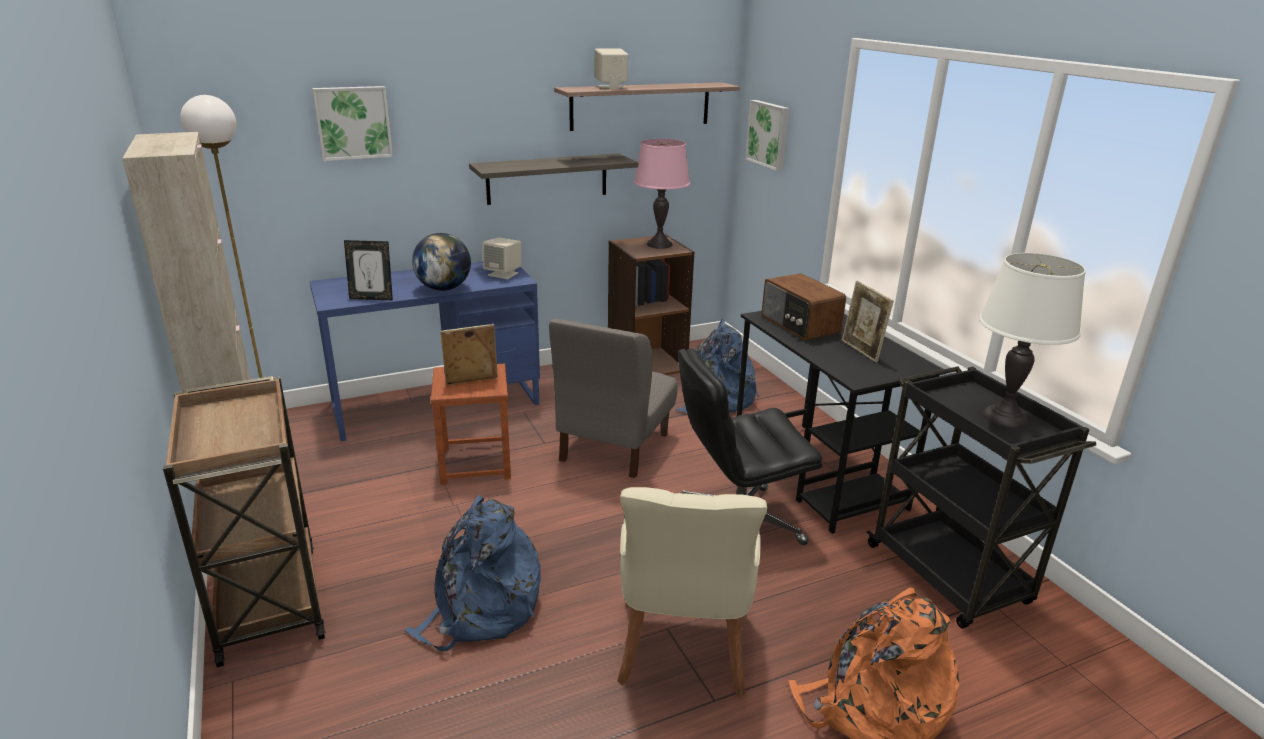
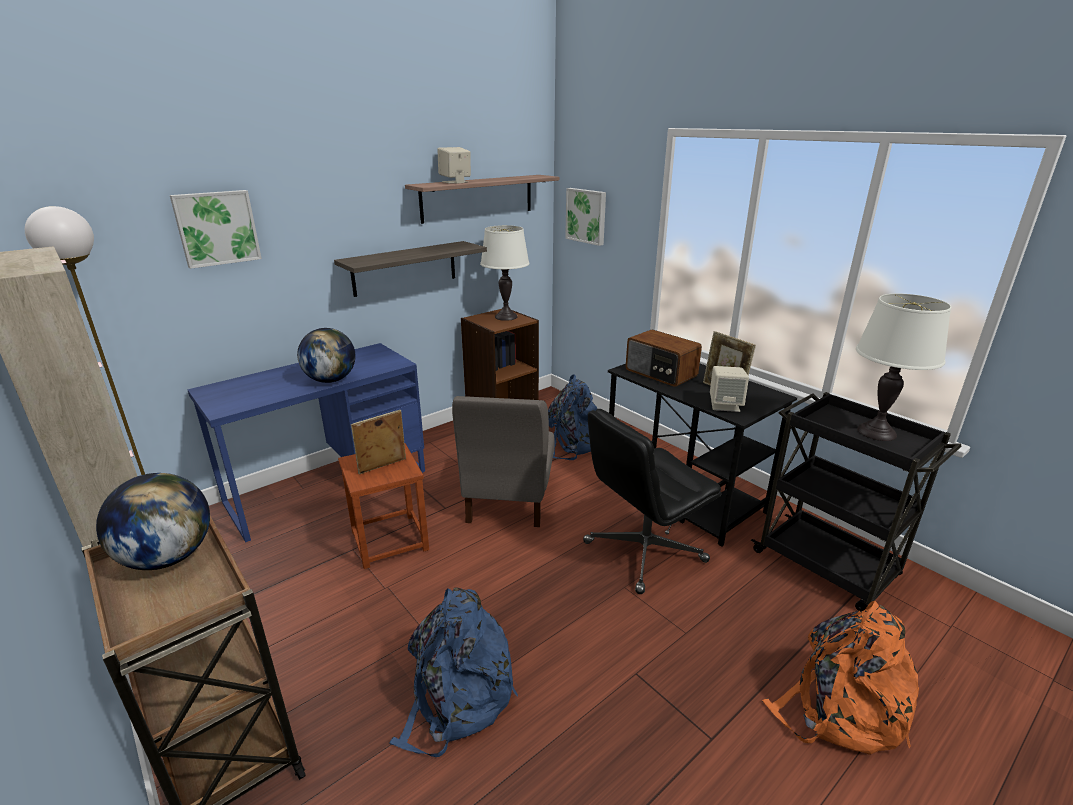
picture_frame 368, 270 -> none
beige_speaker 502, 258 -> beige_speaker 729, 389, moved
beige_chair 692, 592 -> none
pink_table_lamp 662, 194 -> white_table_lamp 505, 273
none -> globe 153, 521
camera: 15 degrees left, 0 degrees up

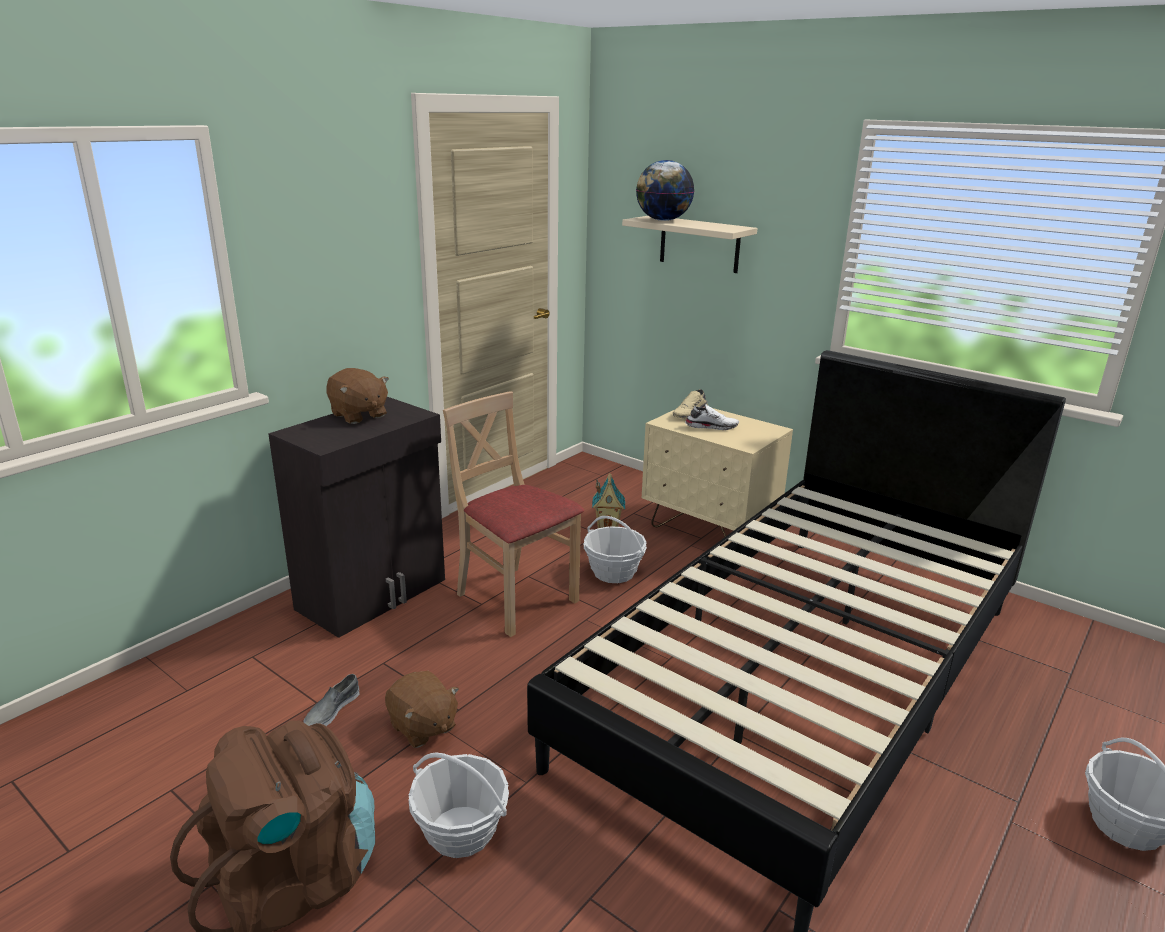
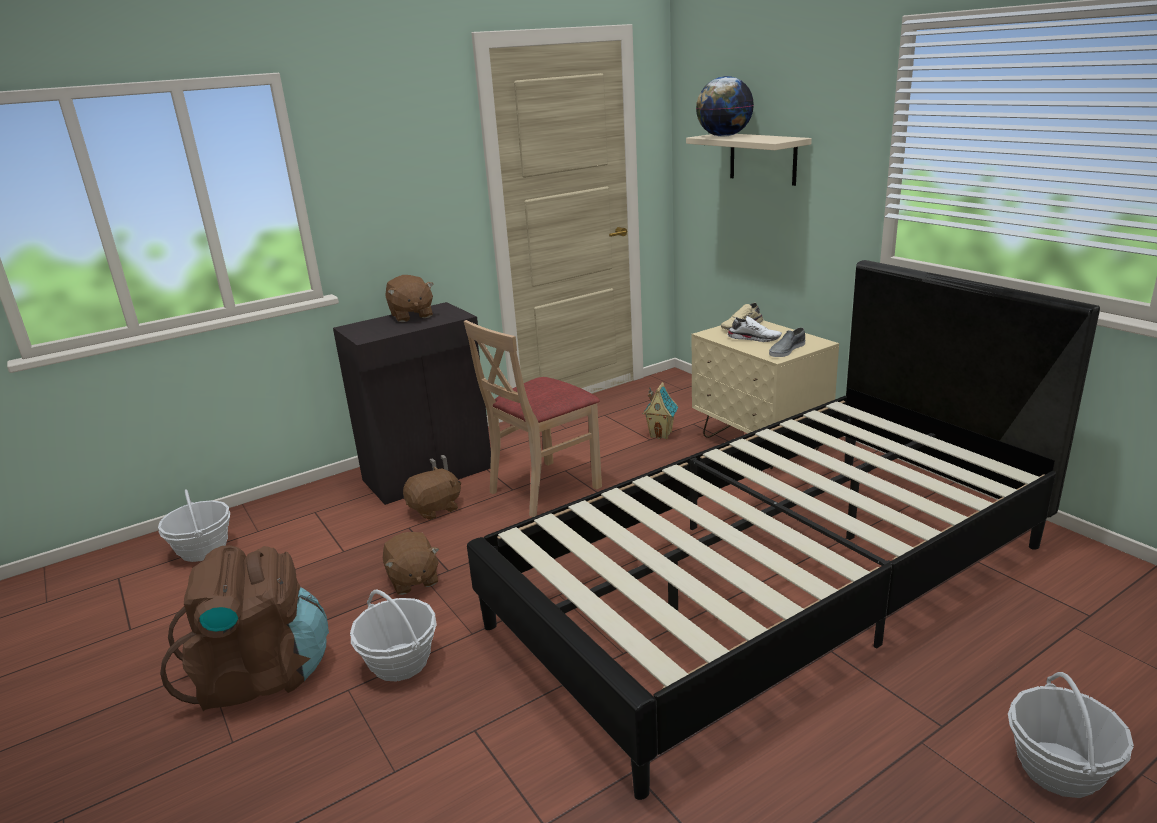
grey_shoe 331, 700 -> grey_shoe 787, 342, moved
beige_chair 513, 514 -> beige_chair 533, 418, 105 degrees counterclockwise
basket 615, 549 -> basket 194, 525, moved
none -> brown_plush_toy 432, 493
camera: 20 degrees right, 0 degrees up

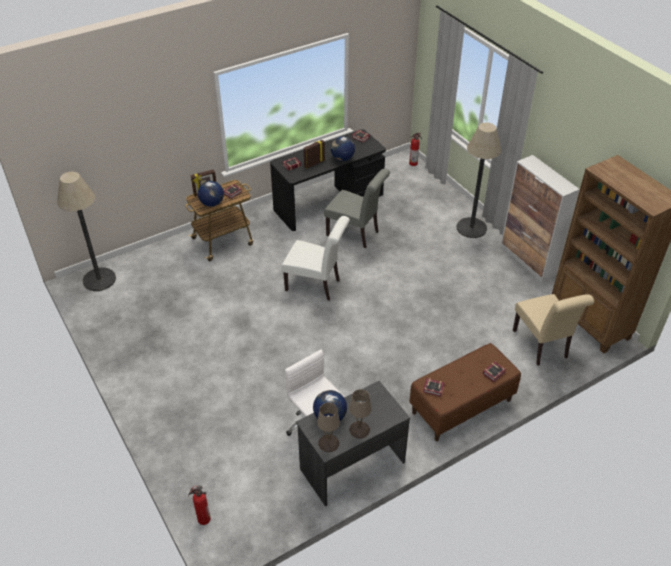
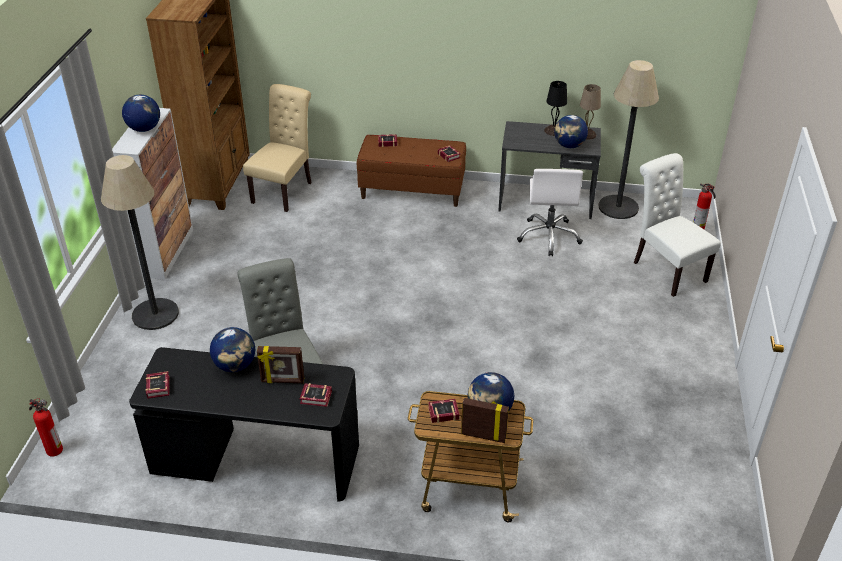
floor_lamp 86, 231 -> floor_lamp 628, 139, moved
white_chair 315, 258 -> white_chair 677, 225, moved
beige_table_lamp 360, 414 -> black_table_lamp 555, 108
none -> globe 141, 113
camera: 140 degrees left, 5 degrees down

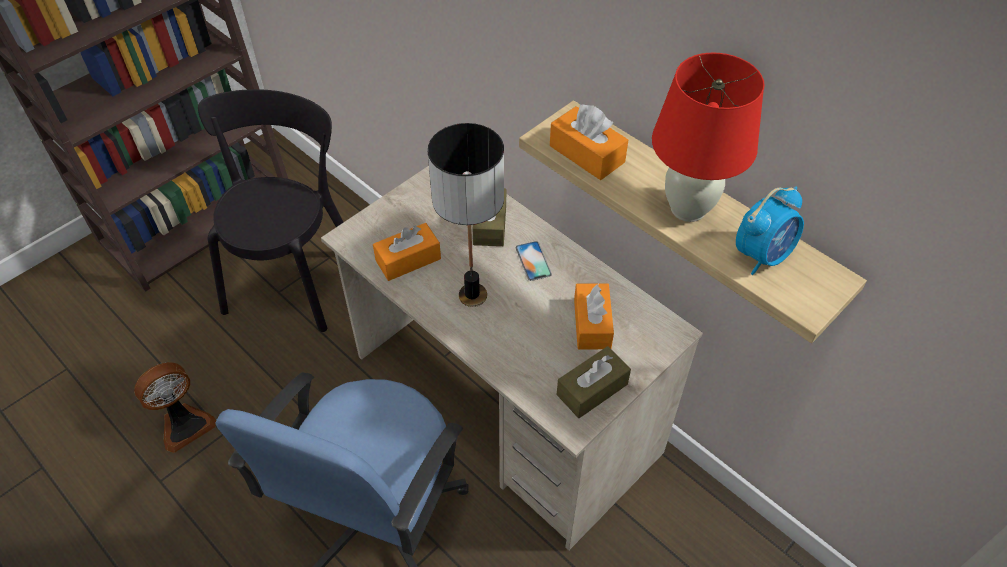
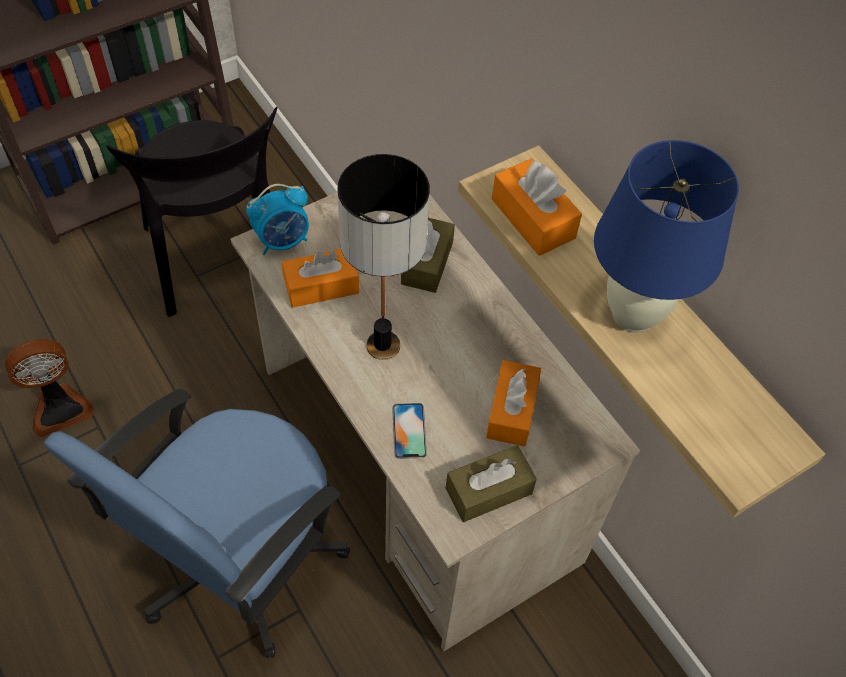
black_chair 270, 210 -> black_chair 191, 212, 135 degrees clockwise
phone 534, 261 -> phone 409, 431, moved
red_table_lamp 708, 137 -> blue_table_lamp 666, 236
alarm_clock 770, 230 -> alarm_clock 277, 219, moved
camera: 10 degrees right, 5 degrees up

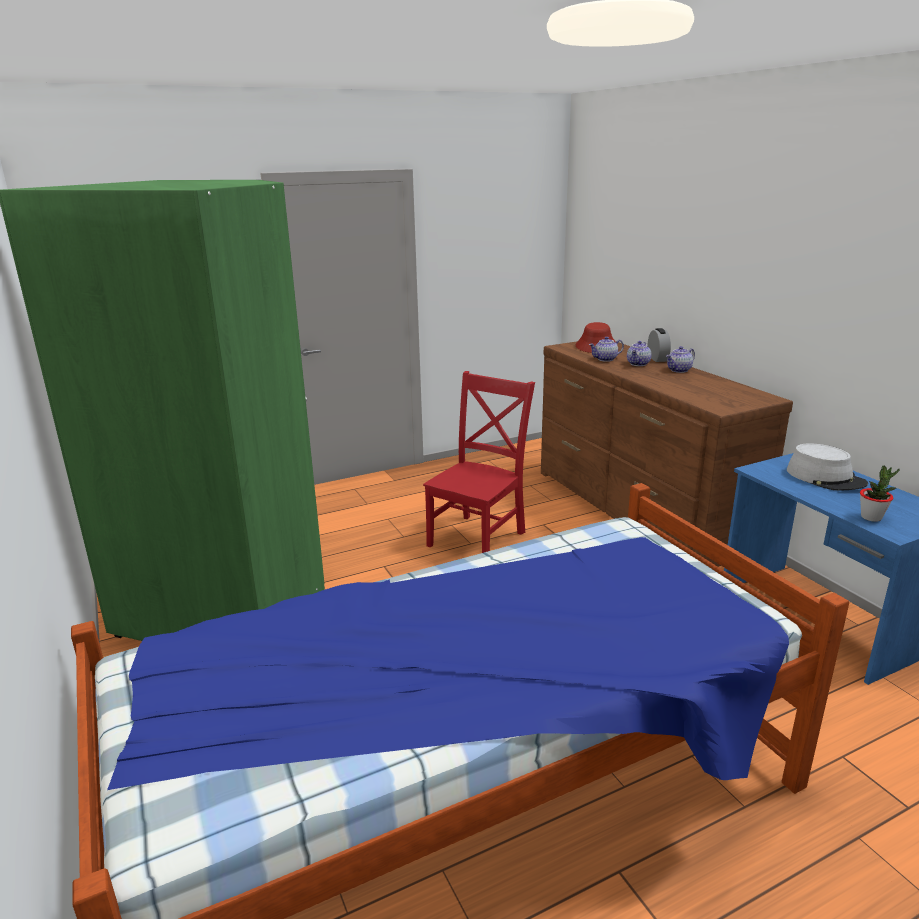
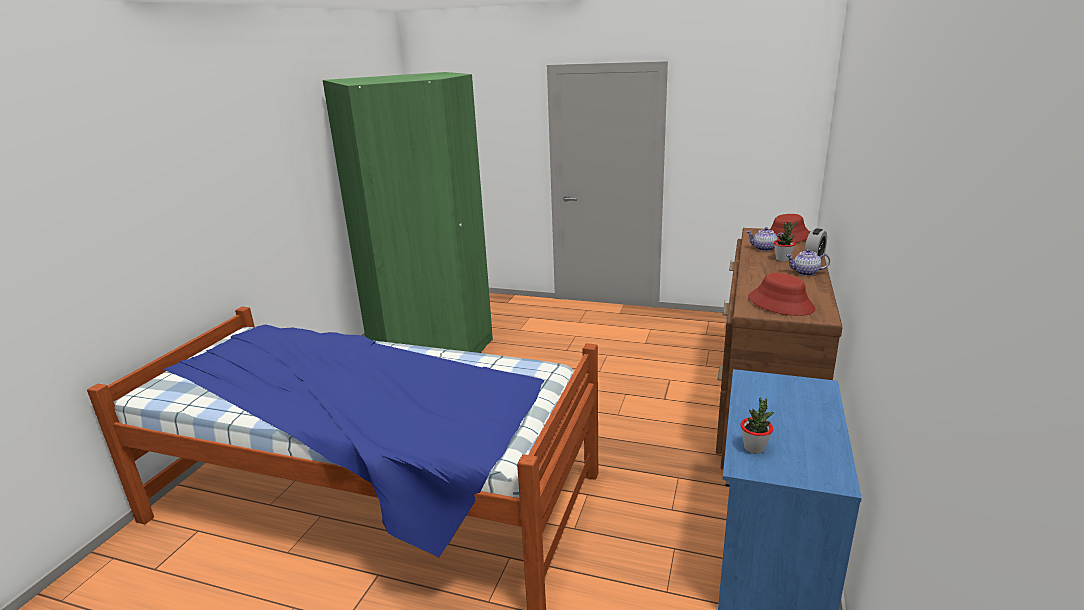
red_chair 479, 462 -> none
teapot 639, 353 -> potted_plant 785, 241
grey_hat 827, 467 -> none
none -> red_hat 781, 294
camera: 45 degrees right, 0 degrees up

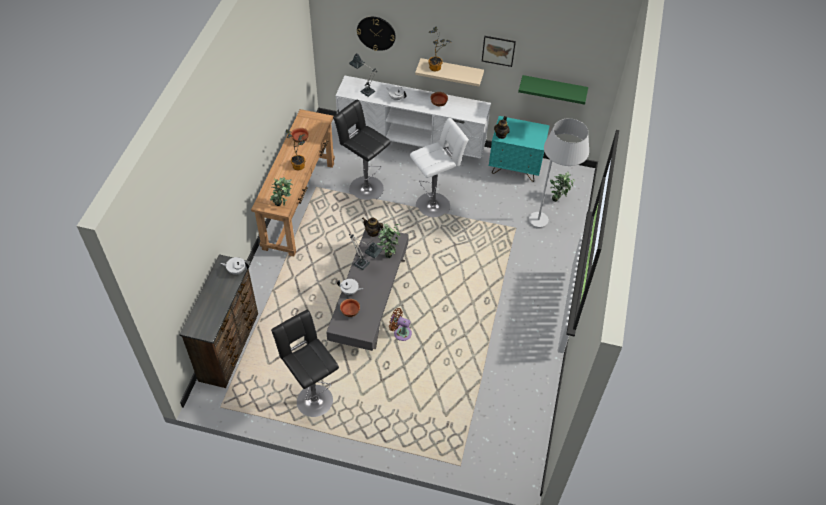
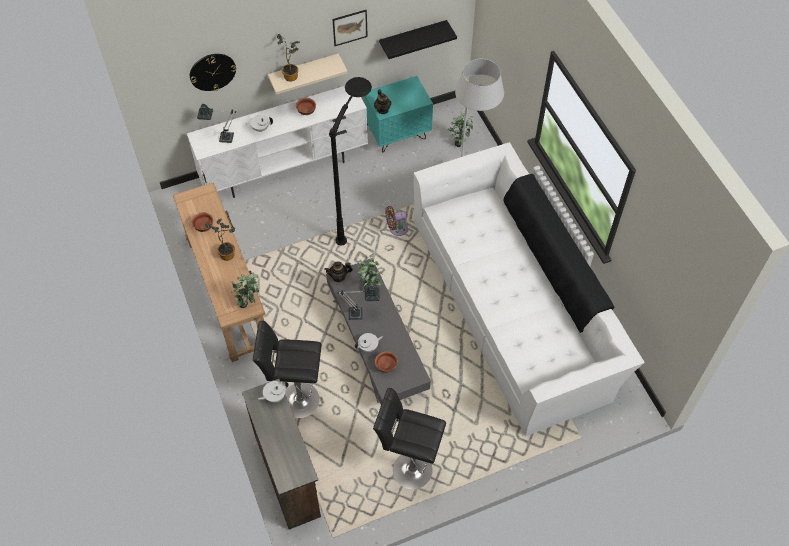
black_stool 362, 150 -> black_stool 287, 369, moved
brown_fan 400, 324 -> brown_fan 396, 221, moved
white_stool 439, 167 -> black_floor_lamp 350, 161
green_shelf 553, 90 -> black_shelf 418, 39
none -> white_sofa 529, 289
camera: 35 degrees left, 5 degrees up

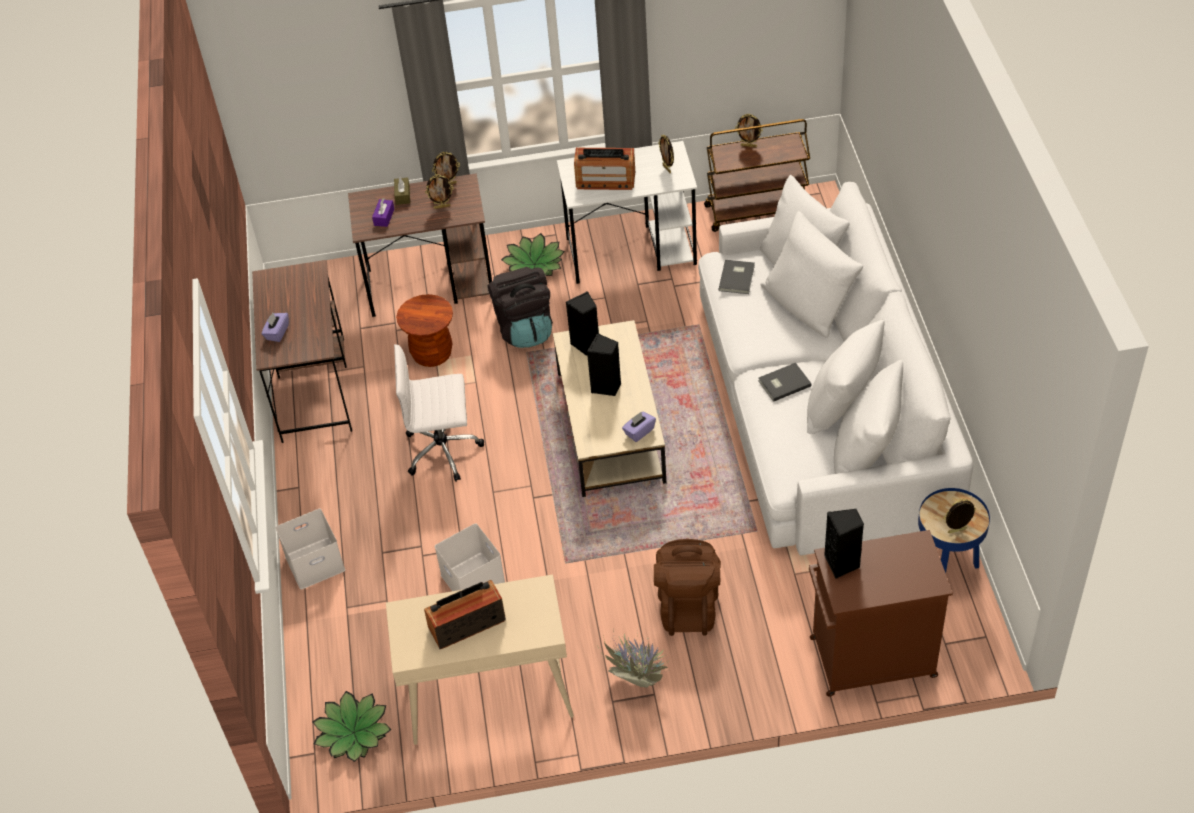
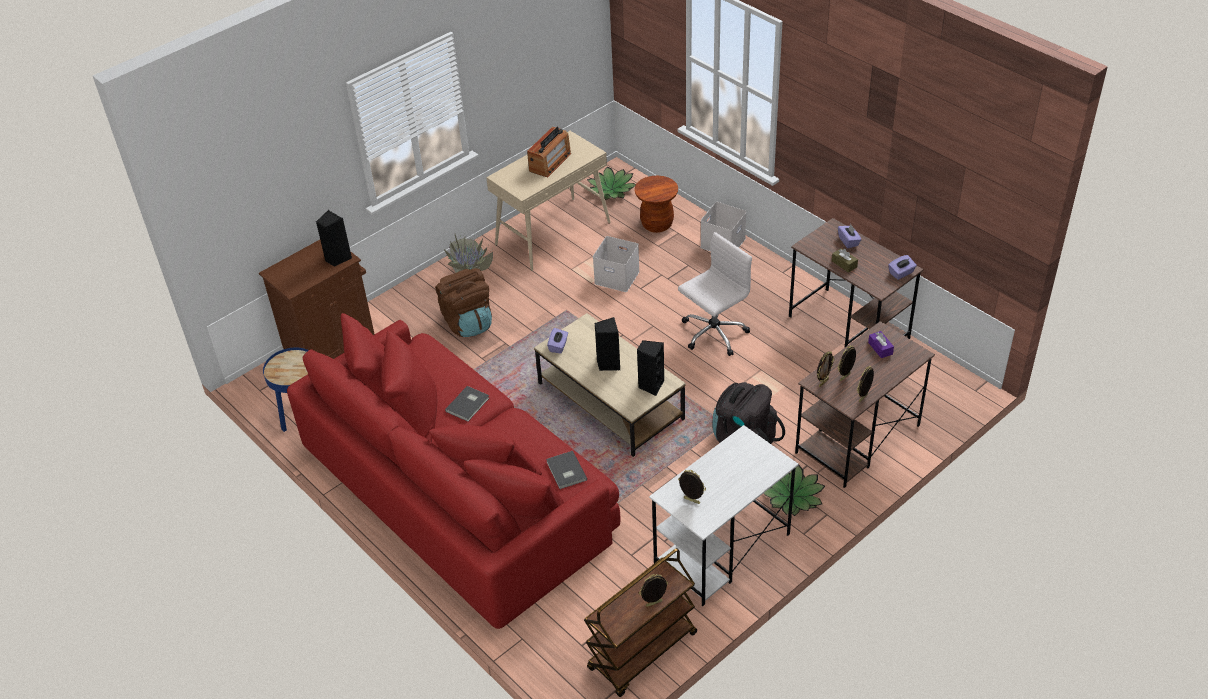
brown_tissue_box 402, 190 -> brown_tissue_box 845, 260, moved
brown_stool 424, 330 -> brown_stool 656, 204, moved
radio 604, 168 -> none
white_sofa 835, 365 -> red_sofa 453, 471
picture_frame 959, 516 -> picture_frame 825, 369, moved
none -> purple_tissue_box 902, 267
camera: 145 degrees right, 5 degrees down

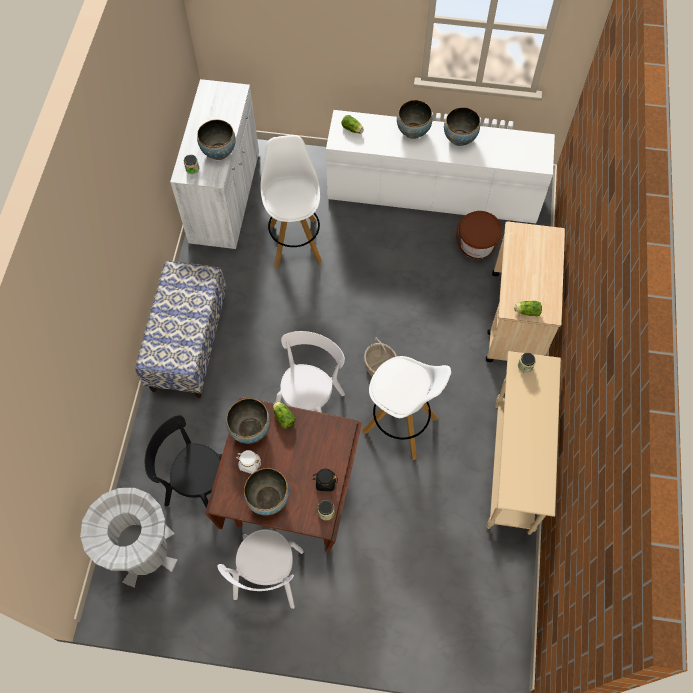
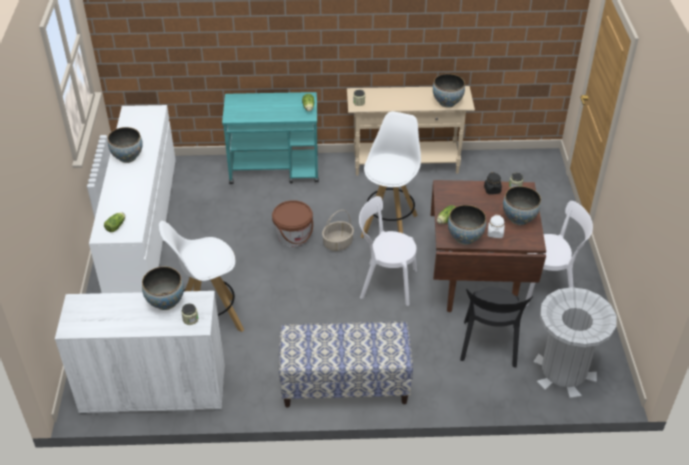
bowl 415, 119 -> bowl 449, 91, moved
brown_bucket 479, 235 -> brown_bucket 292, 223, moved
beige_cart 525, 291 -> turquoise_cart 270, 138
camera: 100 degrees left, 20 degrees down

